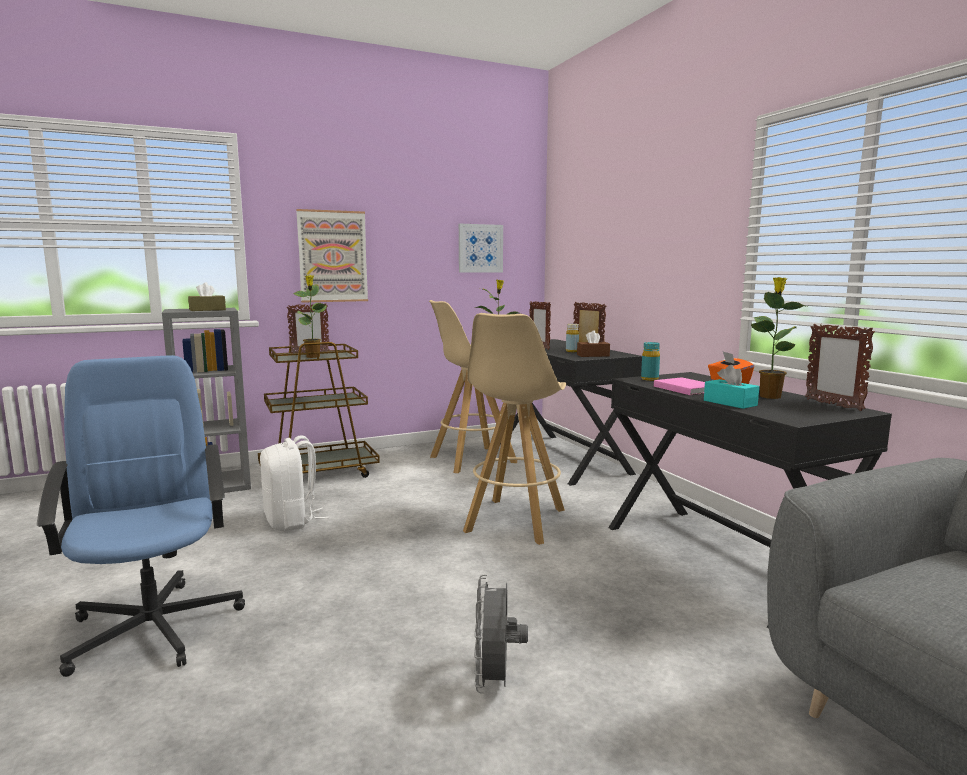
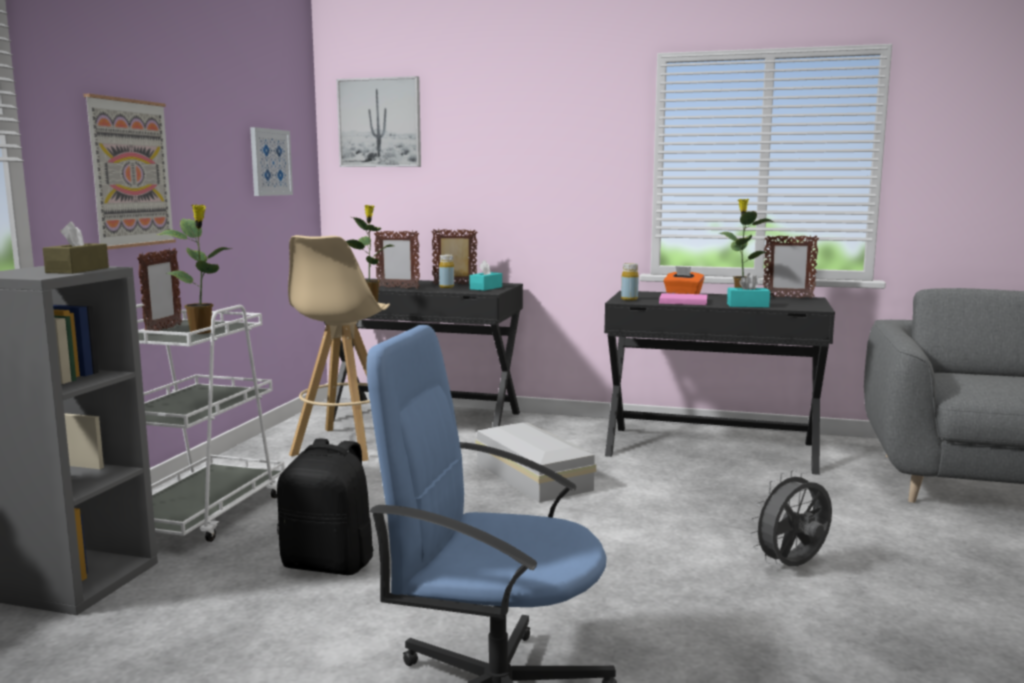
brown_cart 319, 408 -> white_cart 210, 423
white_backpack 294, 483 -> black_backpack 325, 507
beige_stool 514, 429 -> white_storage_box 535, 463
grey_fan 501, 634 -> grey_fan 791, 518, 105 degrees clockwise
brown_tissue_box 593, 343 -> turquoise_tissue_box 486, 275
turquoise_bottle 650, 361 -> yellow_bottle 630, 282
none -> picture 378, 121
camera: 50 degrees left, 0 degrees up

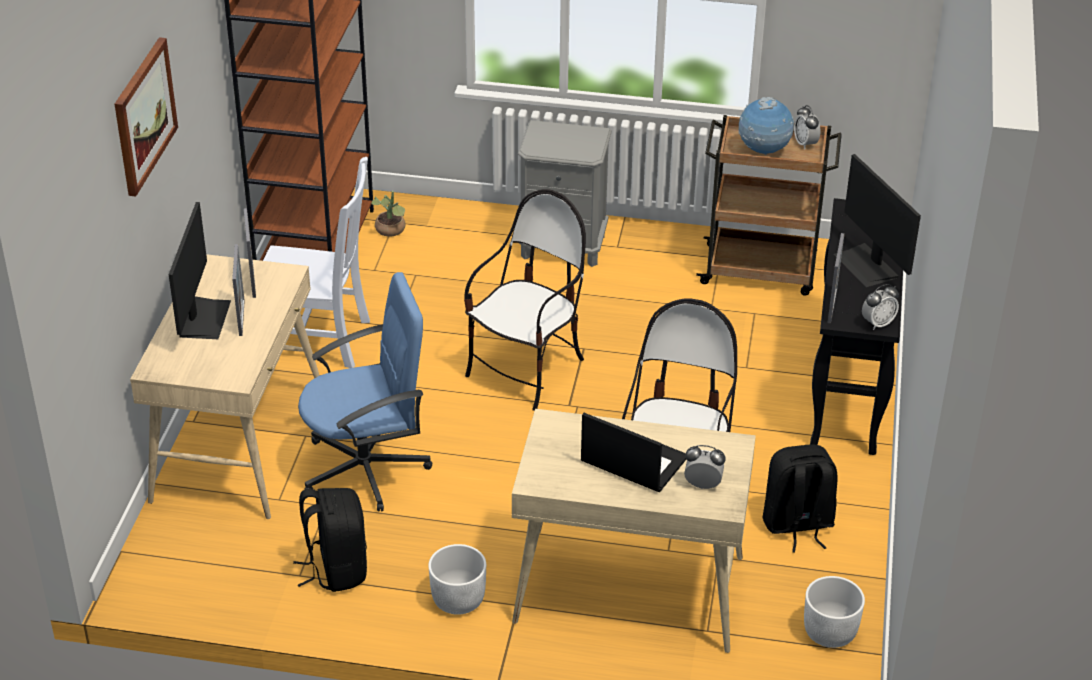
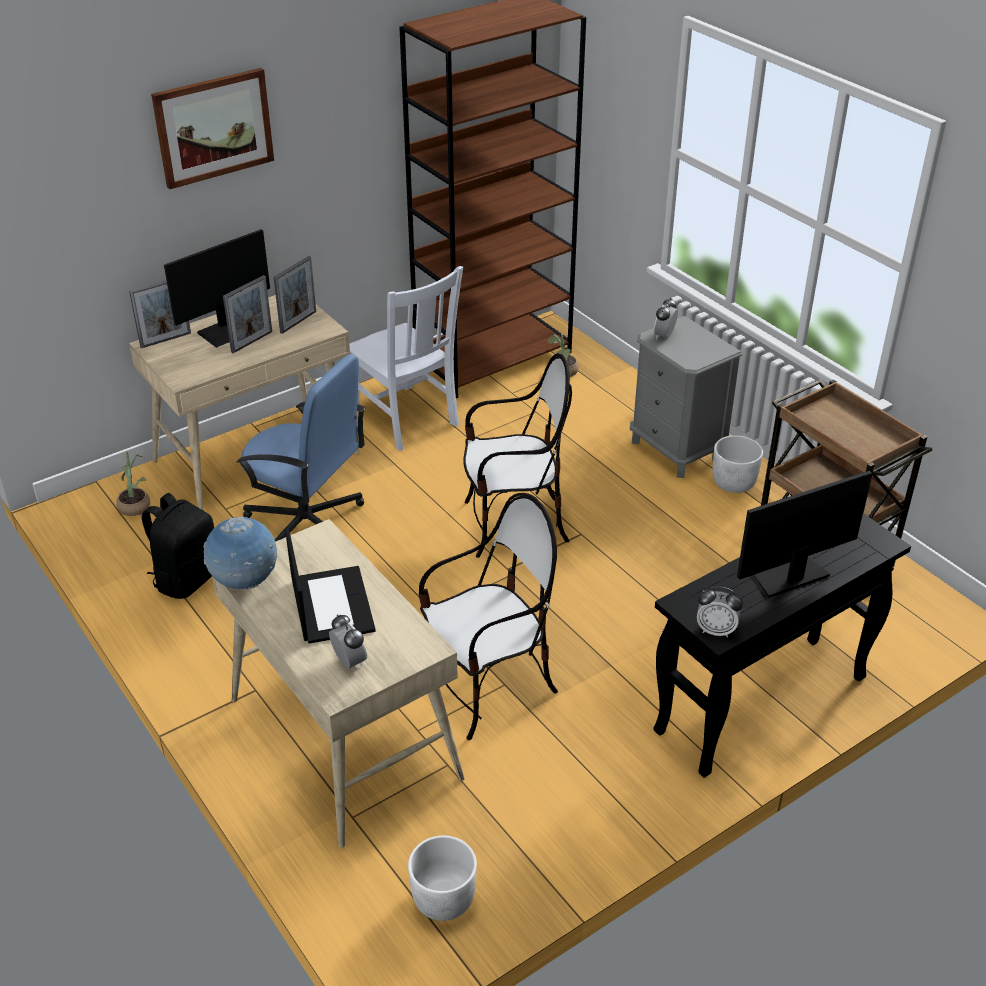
white_planter 457, 579 -> white_planter 738, 464, moved
globe 766, 126 -> globe 240, 553, moved
black_backpack 800, 498 -> none
alarm_clock 807, 127 -> alarm_clock 665, 318, moved
picture_frame 835, 278 -> picture_frame 160, 314, moved
monitor 877, 220 -> monitor 804, 534, 45 degrees clockwise
none -> potted_plant 133, 484
camera: 45 degrees right, 0 degrees up

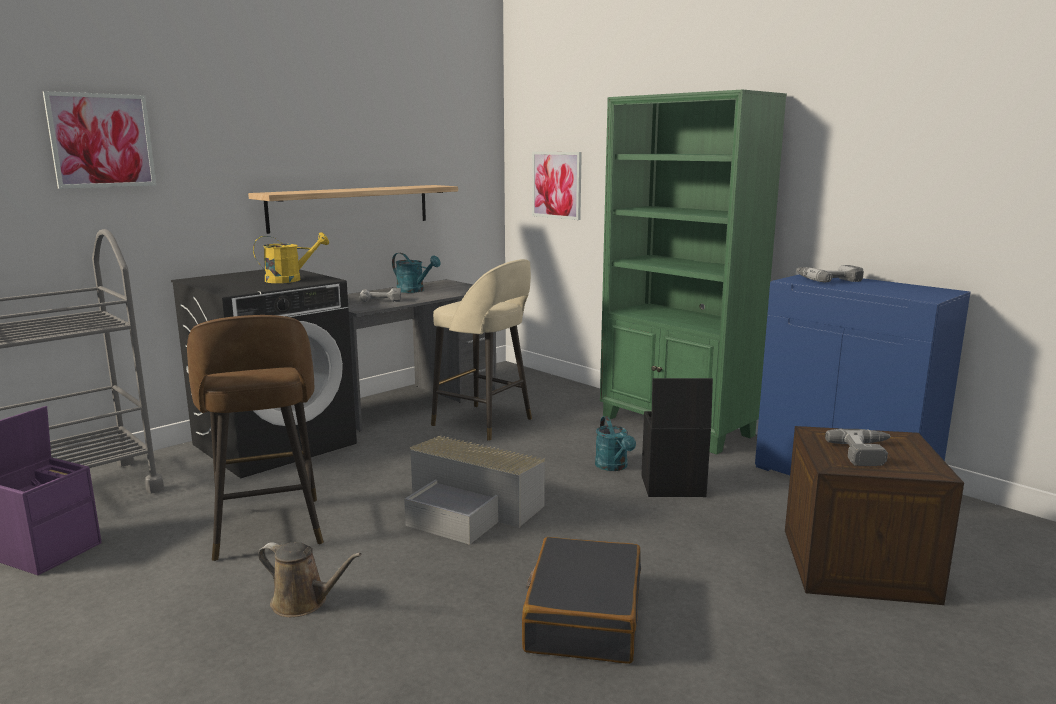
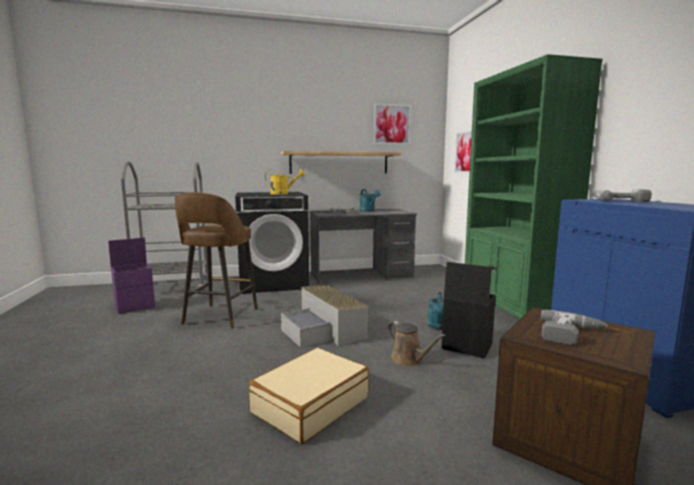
picture 99, 140 -> picture 392, 124, moved
brown_watering_can 310, 579 -> brown_watering_can 417, 344, moved
beige_stool 481, 350 -> none
black_suitcase 581, 600 -> beige_suitcase 309, 396
camera: 30 degrees right, 5 degrees down

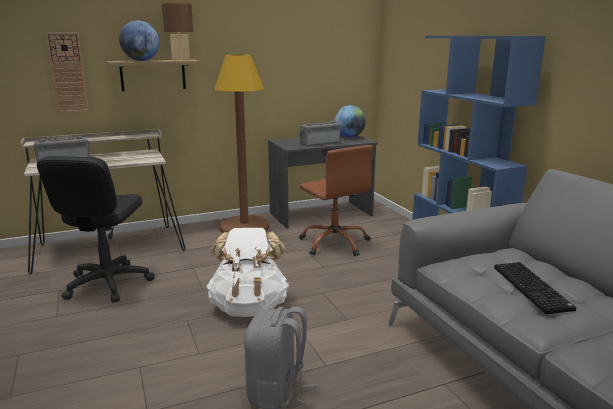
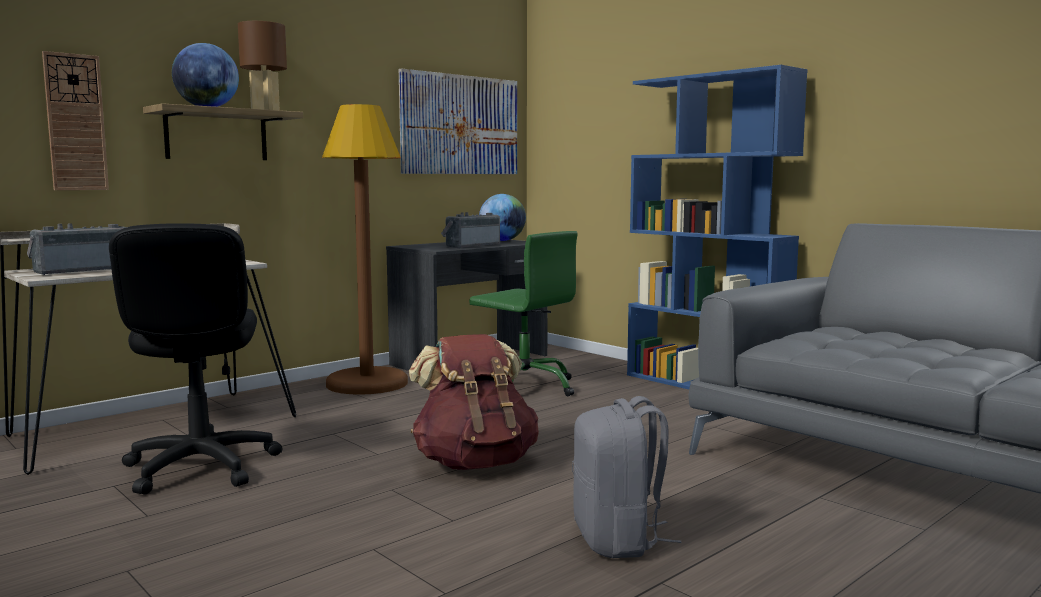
white_backpack 247, 272 -> brown_backpack 474, 402
brown_office_chair 336, 200 -> green_office_chair 523, 313
keyboard 535, 288 -> none
none -> picture 458, 121
camera: 20 degrees left, 10 degrees down

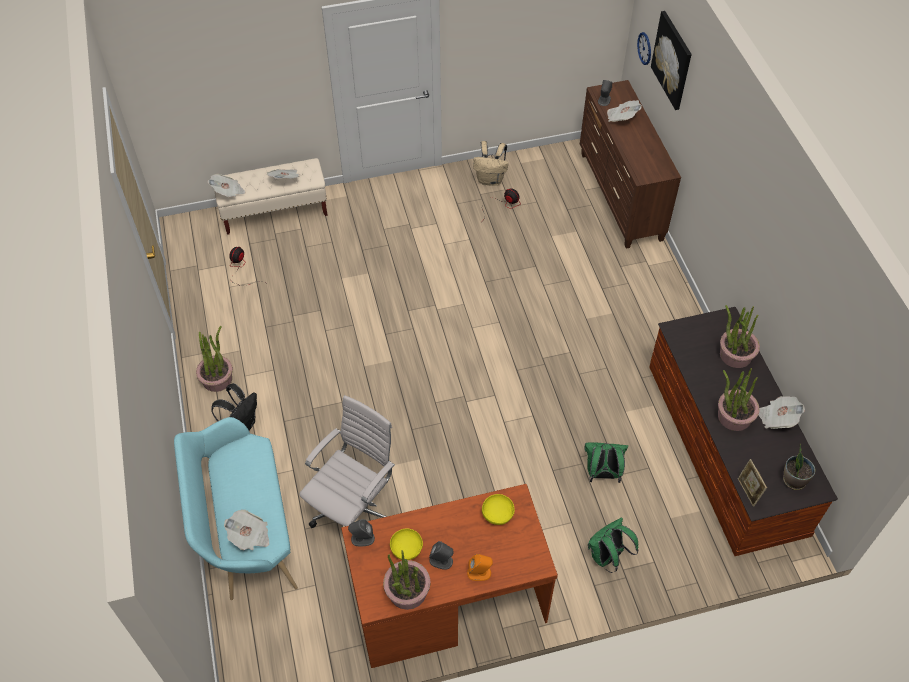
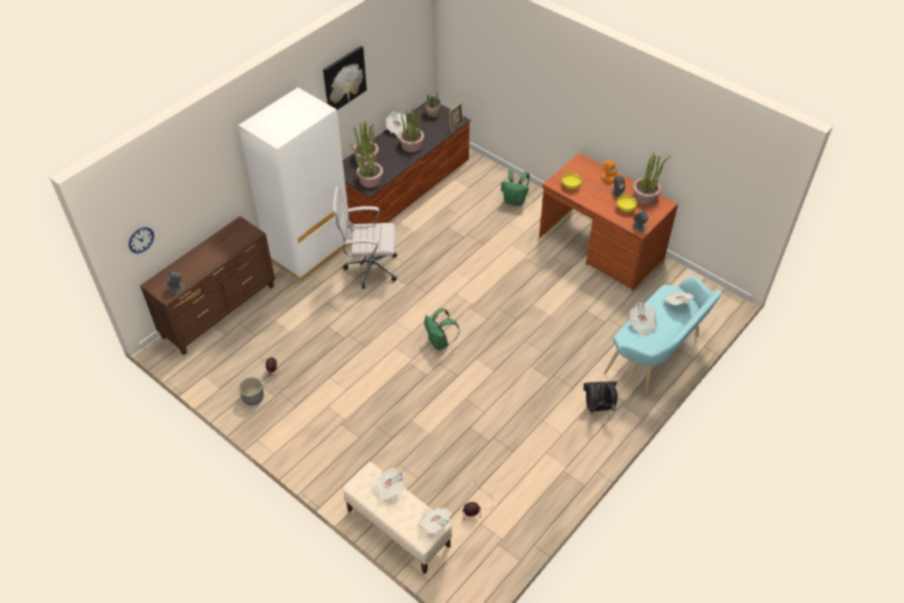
potted_plant 214, 359 -> potted_plant 366, 164, moved
white_office_chair 347, 461 -> white_office_chair 365, 237, moved
beige_backpack 490, 163 -> grey_planter 251, 391
green_backpack 606, 462 -> green_backpack 442, 329, moved
newspaper 624, 111 -> newspaper 643, 320, moved
picture 671, 60 -> picture 345, 78, moved
none -> white_wardrobe 294, 184
camera: 125 degrees left, 5 degrees down

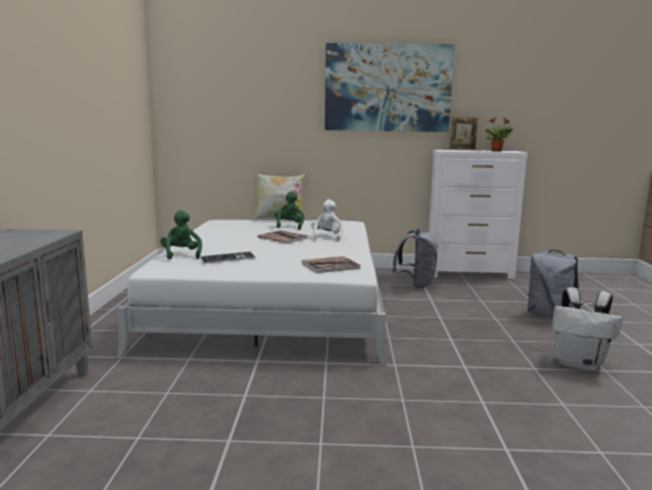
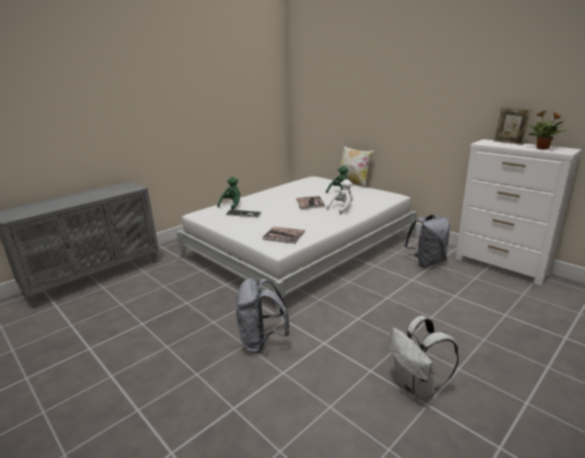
picture 390, 87 -> none
grey_backpack 553, 284 -> grey_backpack 263, 315, moved
camera: 45 degrees right, 10 degrees up

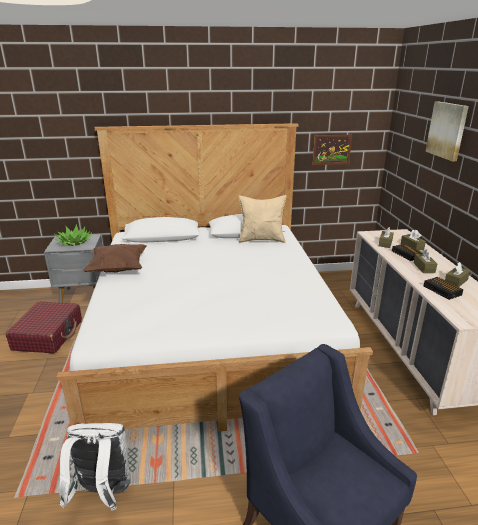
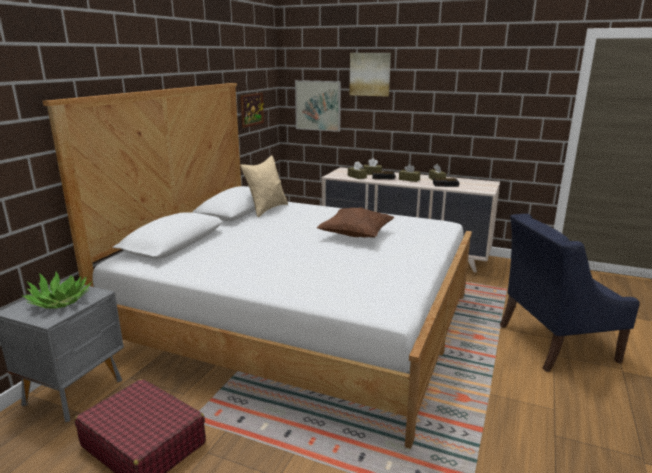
white_backpack 94, 467 -> none
brown_pillow 115, 258 -> brown_pillow 355, 222, moved
none -> picture 318, 106
camera: 60 degrees left, 5 degrees down

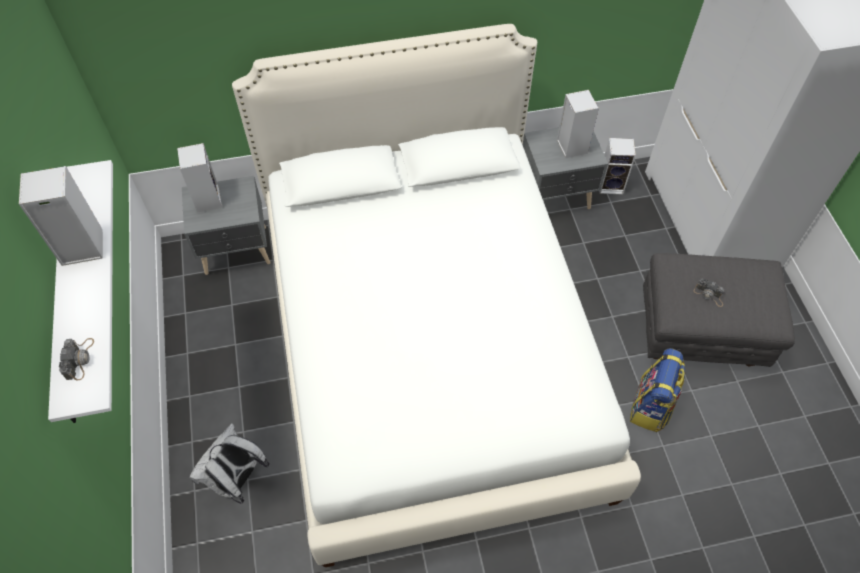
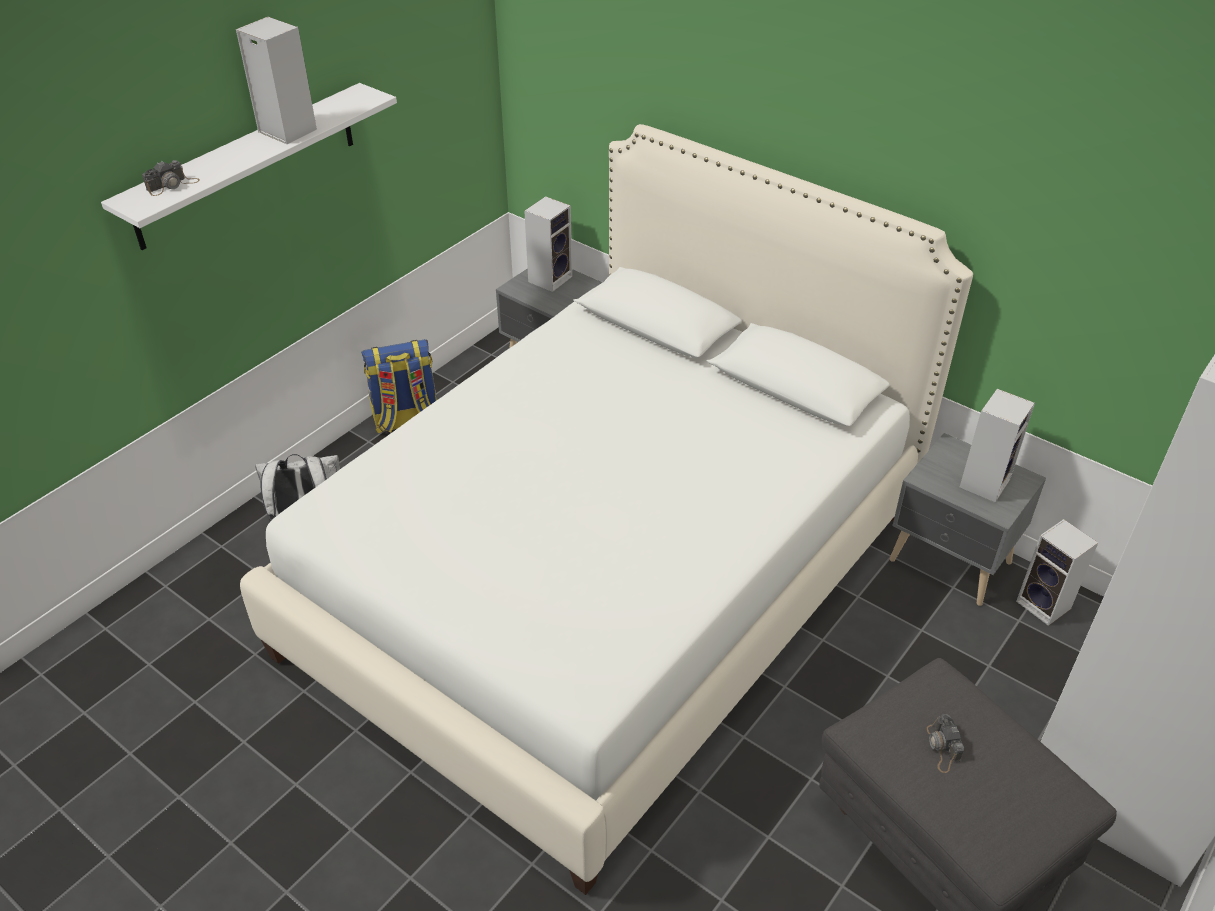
backpack 657, 390 -> backpack 399, 386, moved
camera: 50 degrees right, 15 degrees down

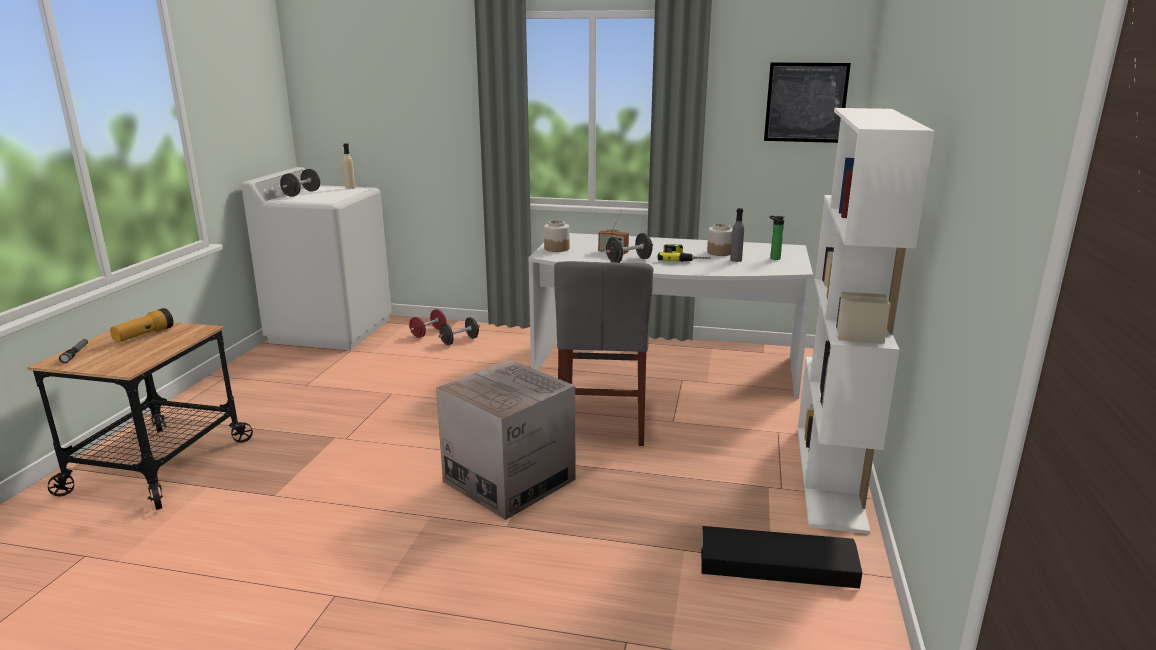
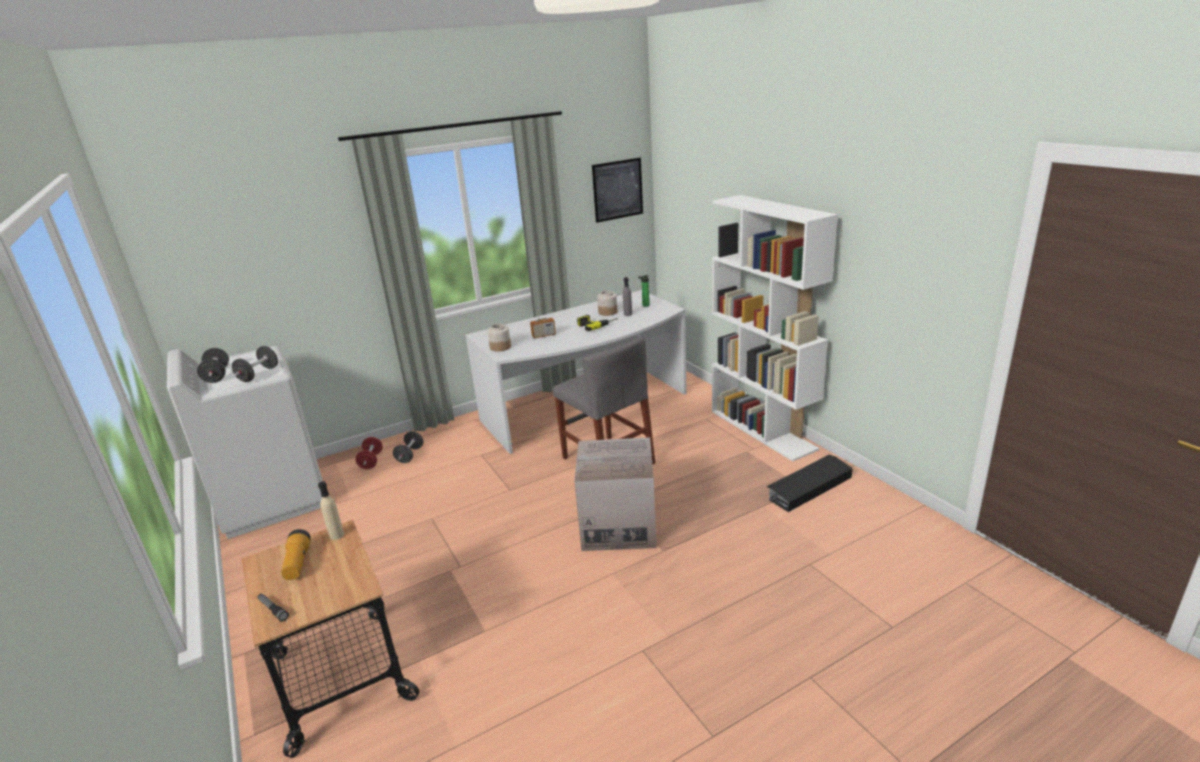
beige_bottle 349, 166 -> beige_bottle 331, 510, moved
black_dumbbell 629, 248 -> black_dumbbell 255, 364, moved
camera: 40 degrees left, 5 degrees up

